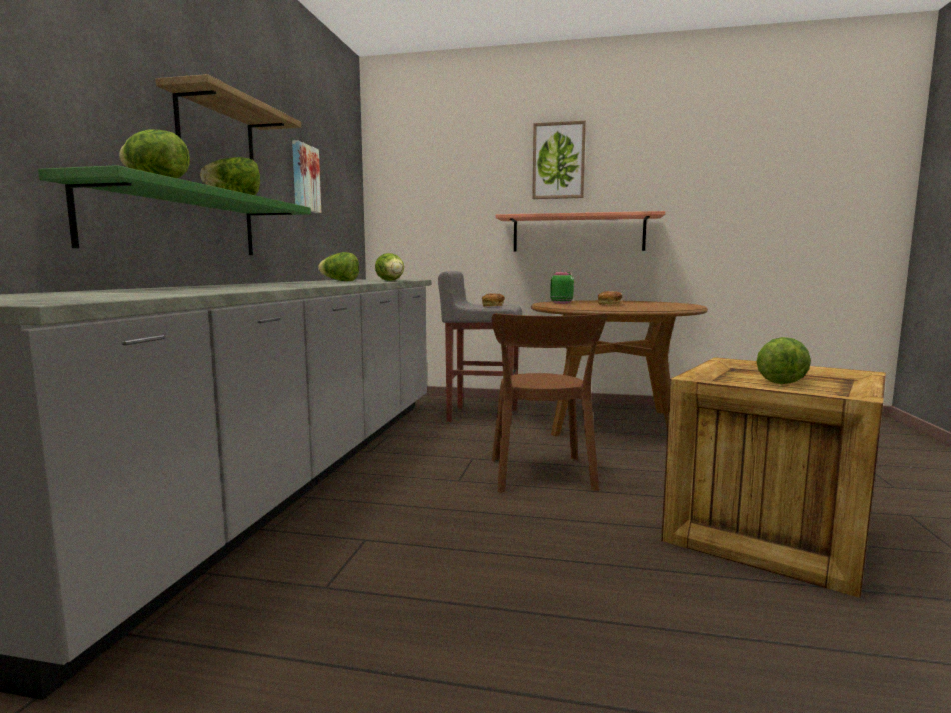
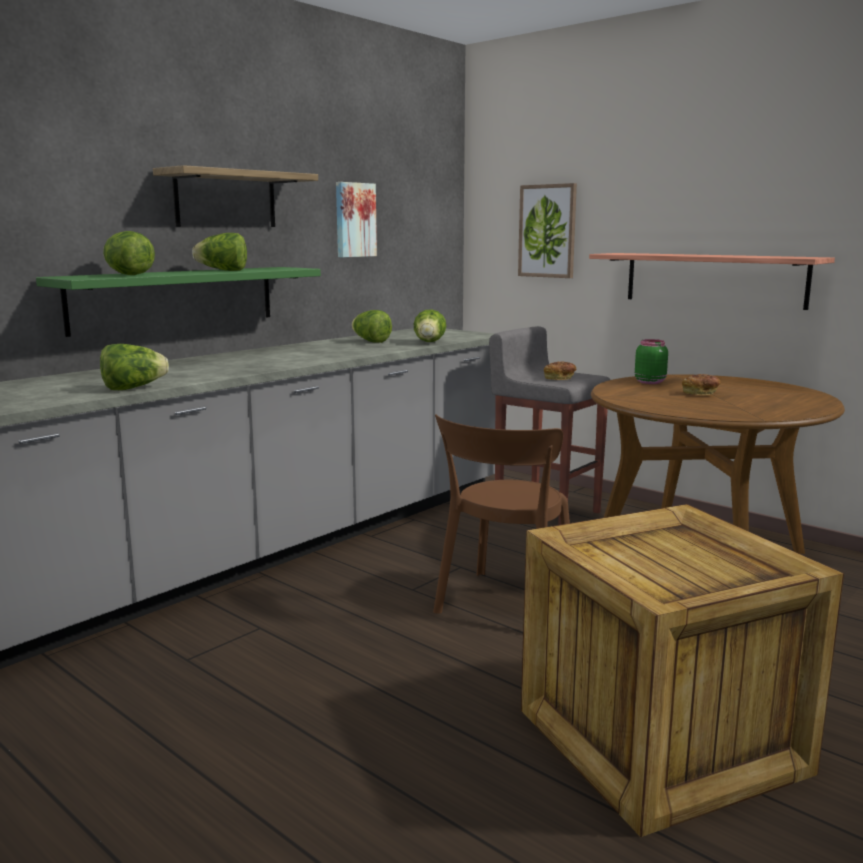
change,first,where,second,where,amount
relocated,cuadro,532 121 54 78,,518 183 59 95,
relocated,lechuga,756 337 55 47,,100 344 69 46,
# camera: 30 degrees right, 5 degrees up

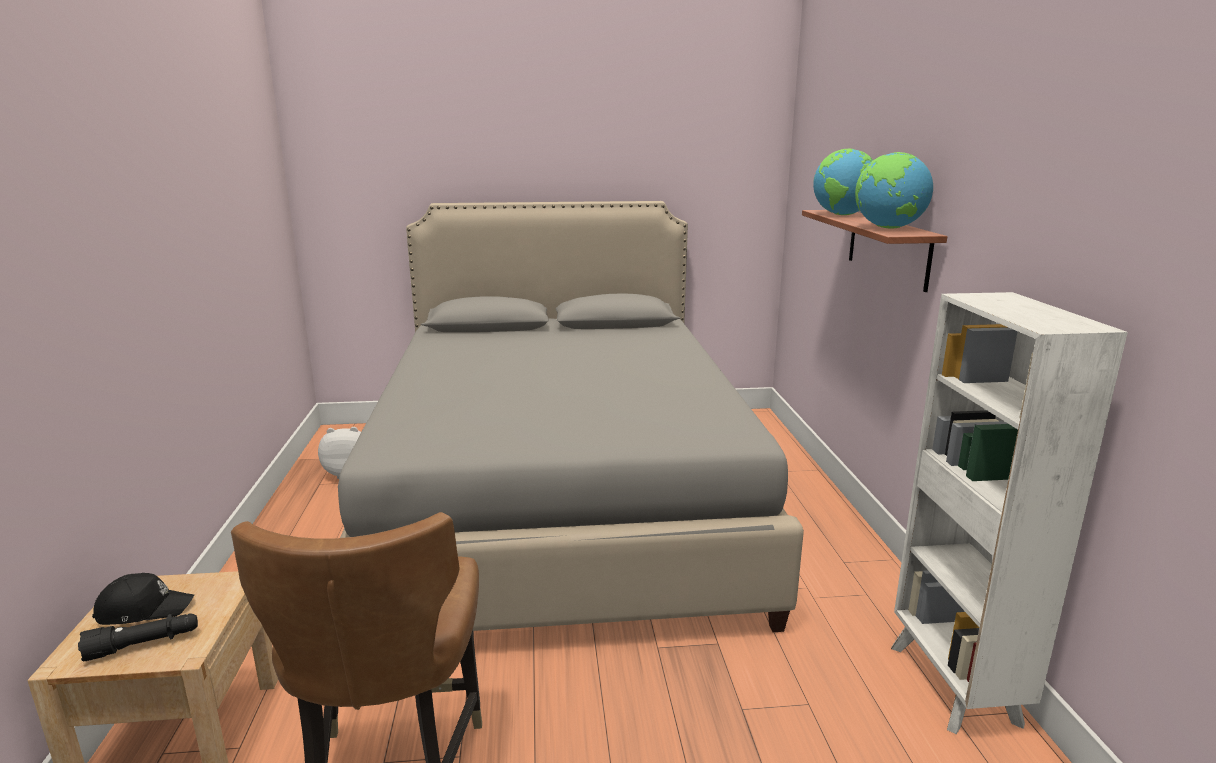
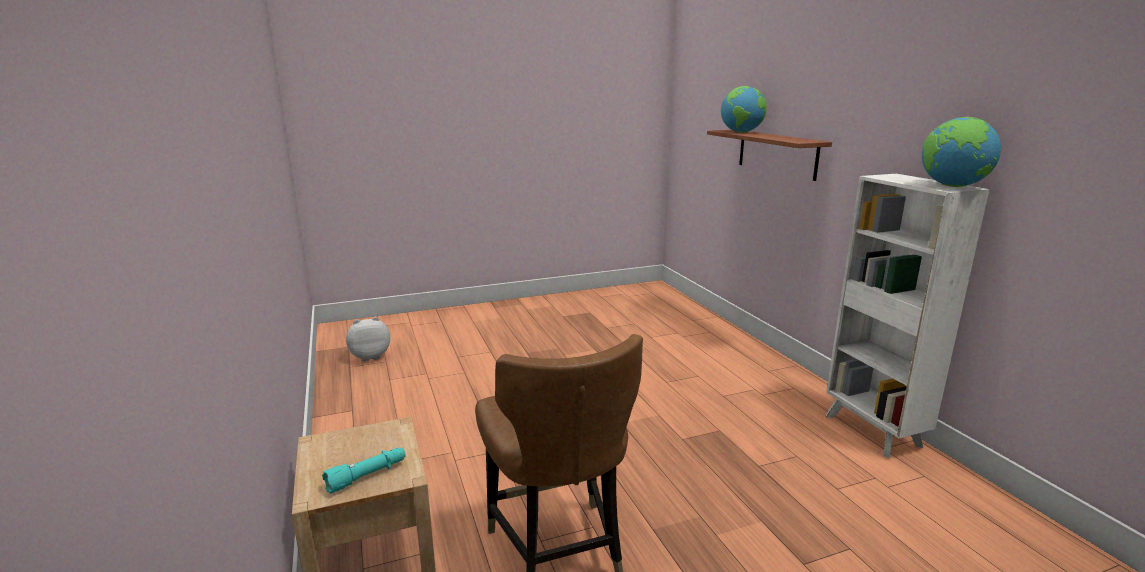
change,first,where,second,where,amount
missing,gorra/negro,92 573 102 52,,,
missing,cama/gris,338 201 466 431,,,
relocated,globo terráqueo,855 152 78 76,,922 117 79 70,
colour,linterna/negro,78 613 120 48,linterna/turquesa,322 448 83 46,
# camera: 15 degrees left, 0 degrees up

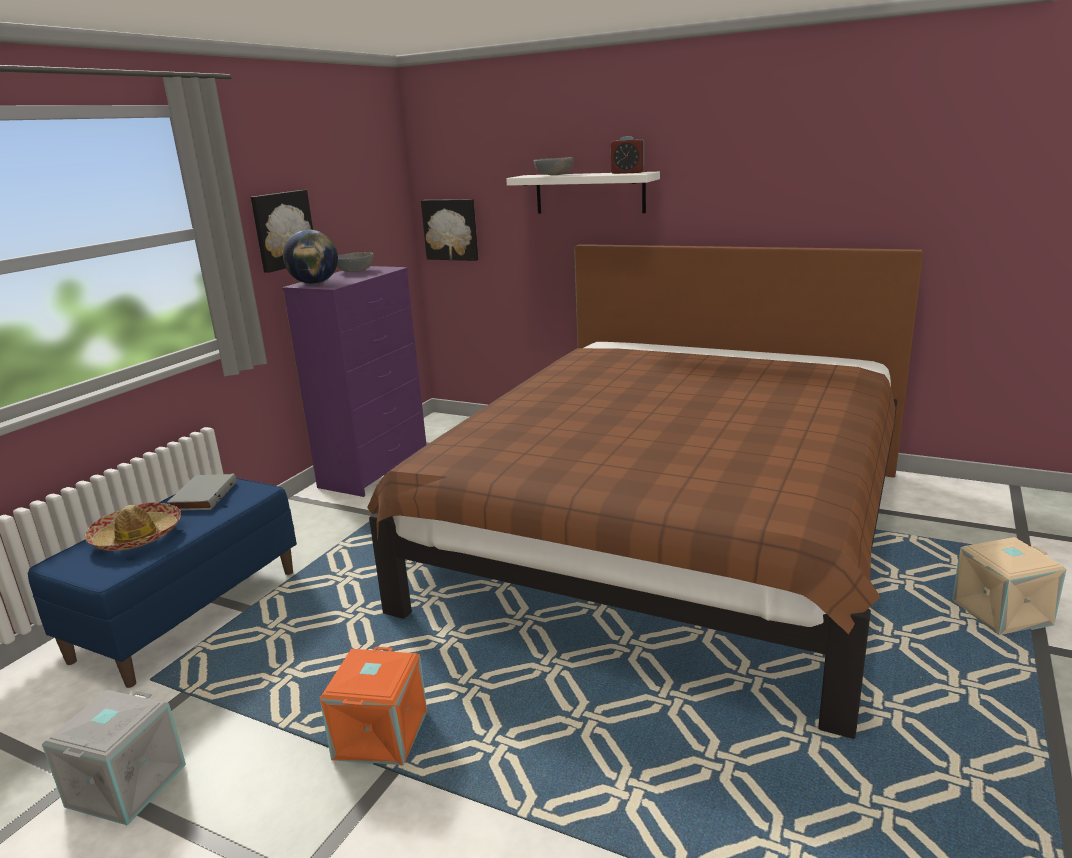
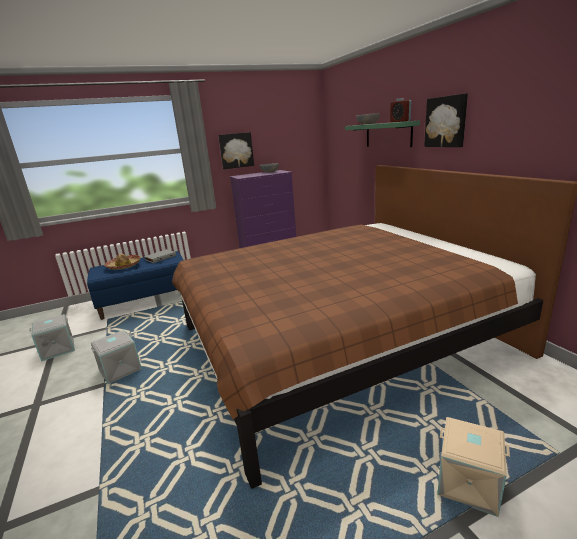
change,first,where,second,where,amount
missing,globo terráqueo,283 230 55 54,,,
relocated,cuadro,421 199 57 62,,424 93 44 54,
colour,caja de almacenaje/naranja,320 647 107 119,caja de almacenaje/gris,91 330 51 54,
colour,estante/blanco,506 172 154 42,estante/verde,345 120 75 27,
# camera: 40 degrees right, 0 degrees up

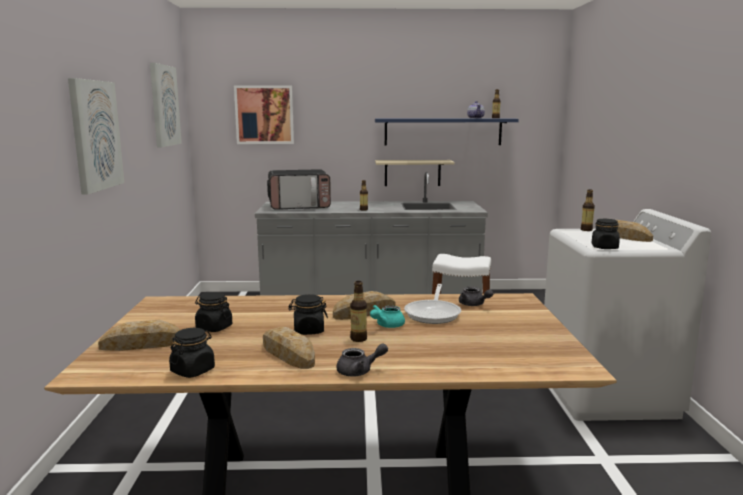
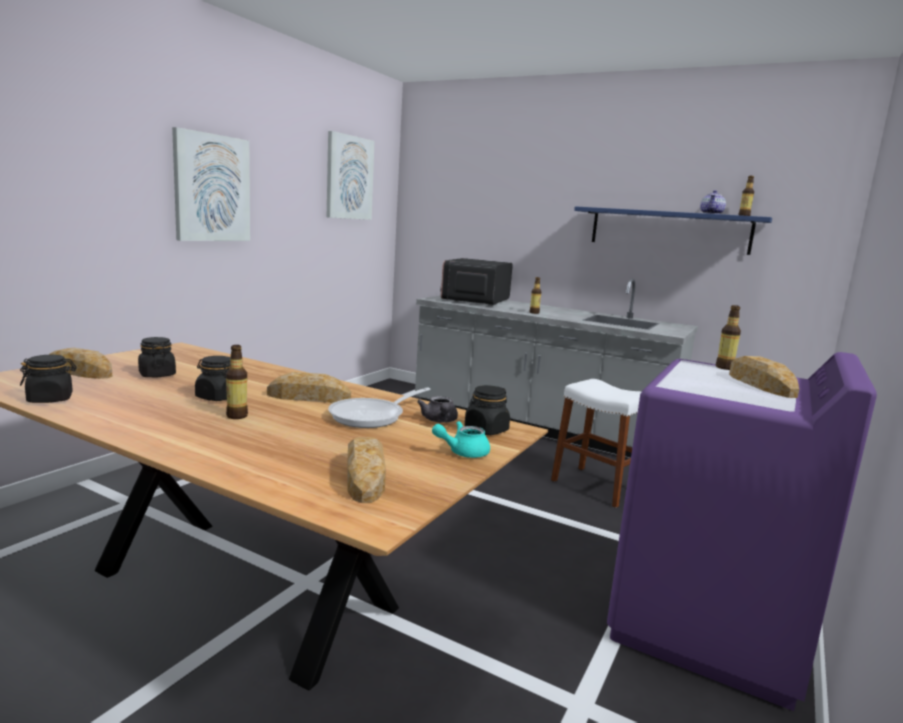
change,first,where,second,where,amount
missing,cuadro,234 85 60 59,,,
missing,tetera/gris,336 344 52 33,,,
missing,estante/beis,375 160 80 26,,,
relocated,pan,263 327 52 42,,347 437 39 66,
relocated,tetera/turquesa,370 305 35 23,,432 421 58 37,
relocated,tarro/negro,592 219 28 30,,465 385 45 50,
colour,lavadora/blanco,544 209 167 212,lavadora/morado,607 352 270 359,
spun,microondas,267 169 64 41,,440 258 72 48,90 degrees clockwise
# camera: 30 degrees right, 0 degrees up

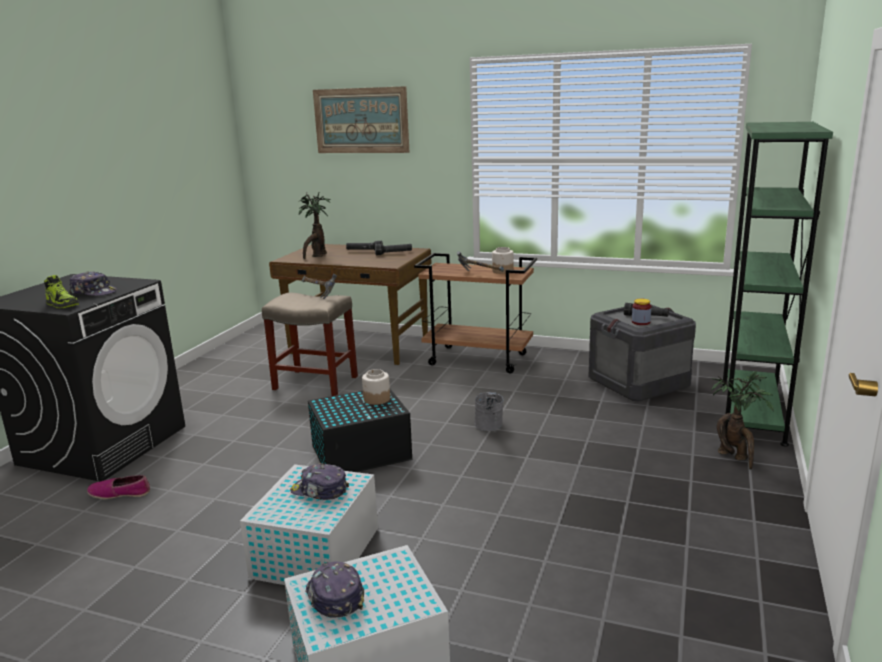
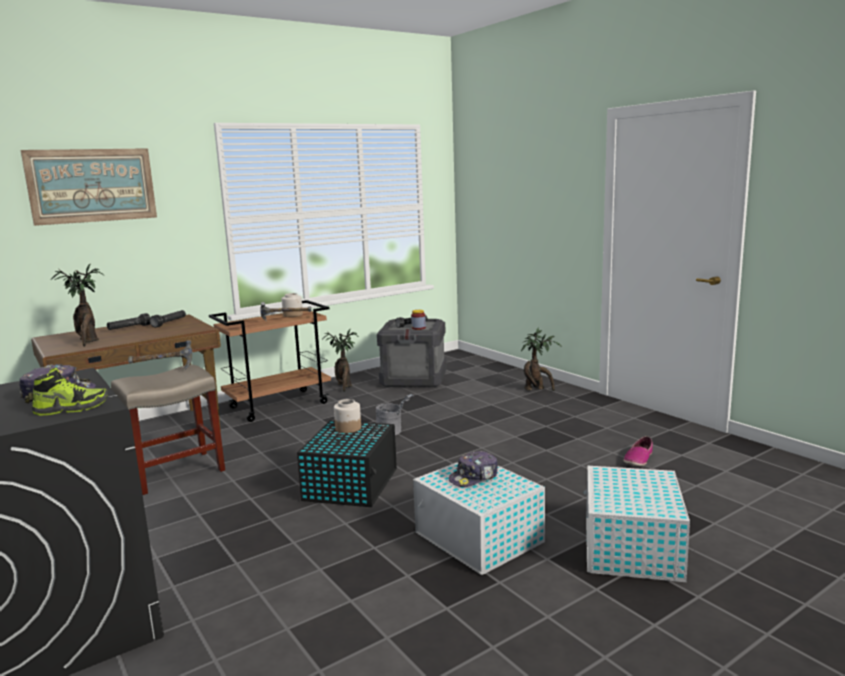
change,first,where,second,where,amount
missing,gorra,305 562 59 56,,,
missing,estantería/verde,721 122 112 325,,,
appeared,,,planta en maceta,322 329 37 63,
relocated,zapato,87 475 63 24,,624 436 29 30,
# camera: 55 degrees left, 5 degrees down

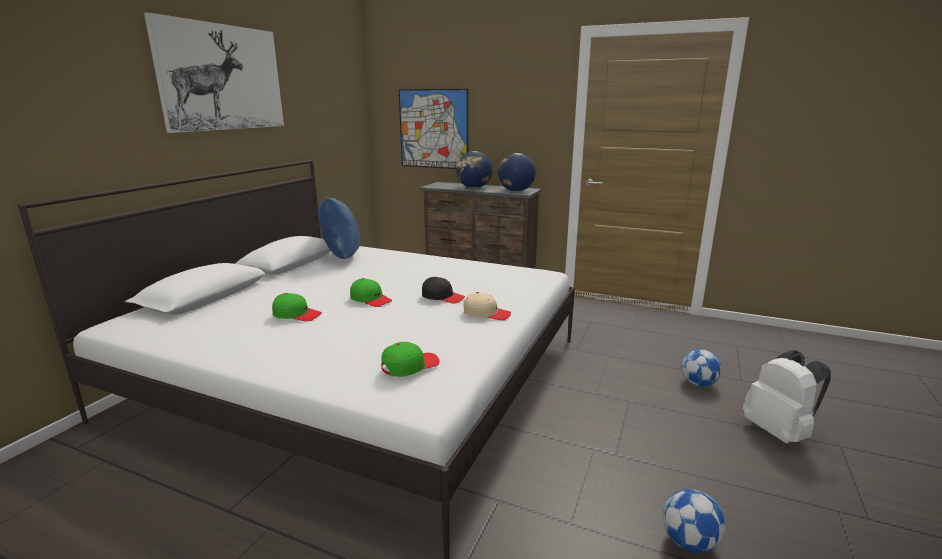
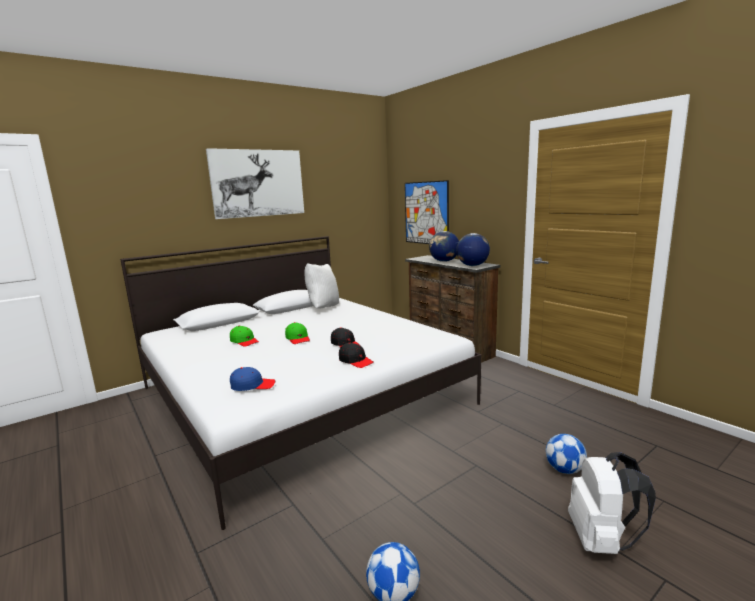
change,first,where,second,where,amount
colour,cojín/azul,318 197 42 62,cojín/blanco,304 263 35 46,
colour,gorra/verde,381 342 59 35,gorra/azul,230 367 45 24,
colour,gorra/beis,464 292 47 28,gorra/negro,339 343 35 25,
# camera: 30 degrees right, 5 degrees down

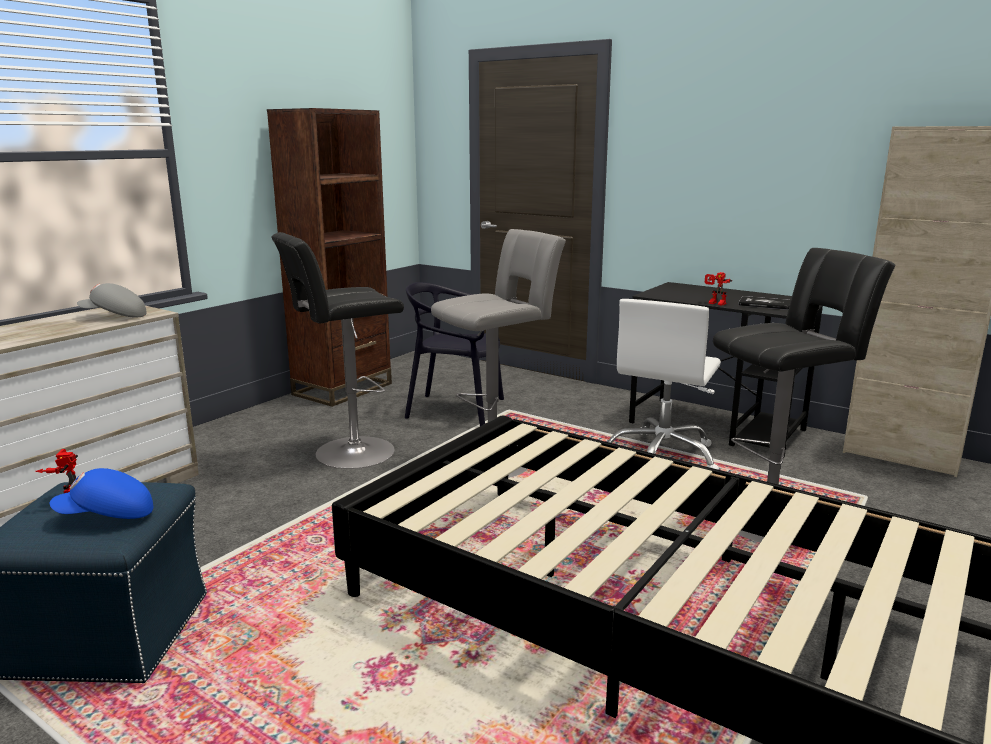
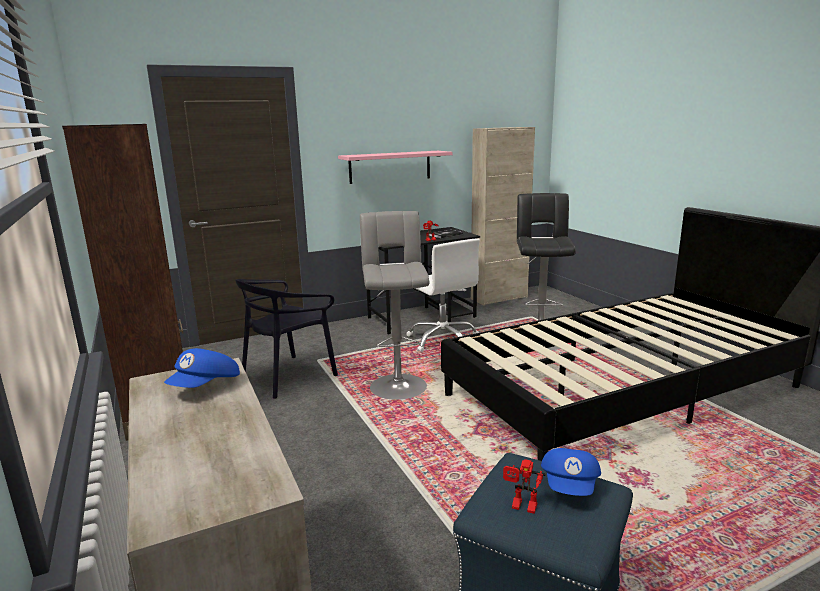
change,first,where,second,where,amount
missing,taburete/negro,271 232 133 237,,,
appeared,,,estante/rosa,338 151 115 33,
colour,gorra/gris,77 283 70 35,gorra/azul,164 348 76 40,
# camera: 60 degrees left, 0 degrees up

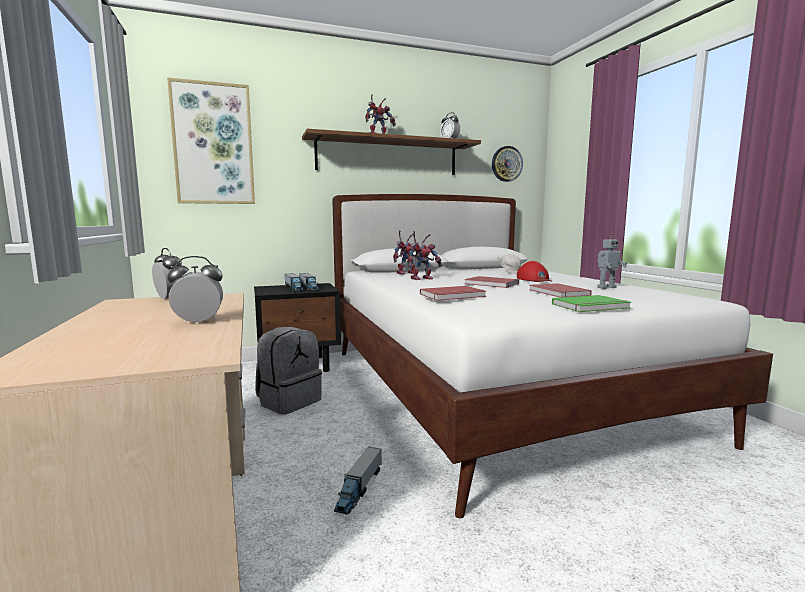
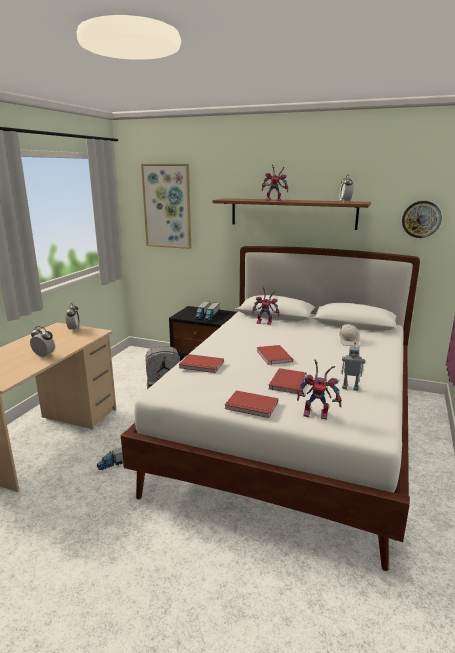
change,first,where,second,where,amount
missing,gorra/rojo,517 261 35 21,,,
relocated,robot de juguete,407 231 35 49,,297 359 45 61,
colour,libro/verde,552 295 79 17,libro/rojo,225 390 53 28,
# camera: 40 degrees right, 10 degrees up

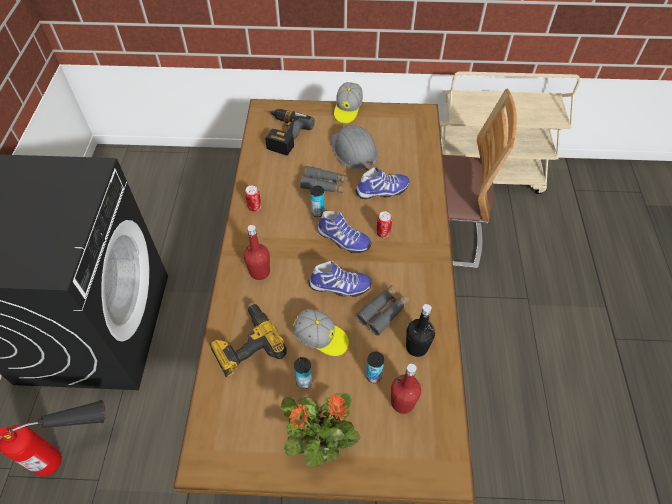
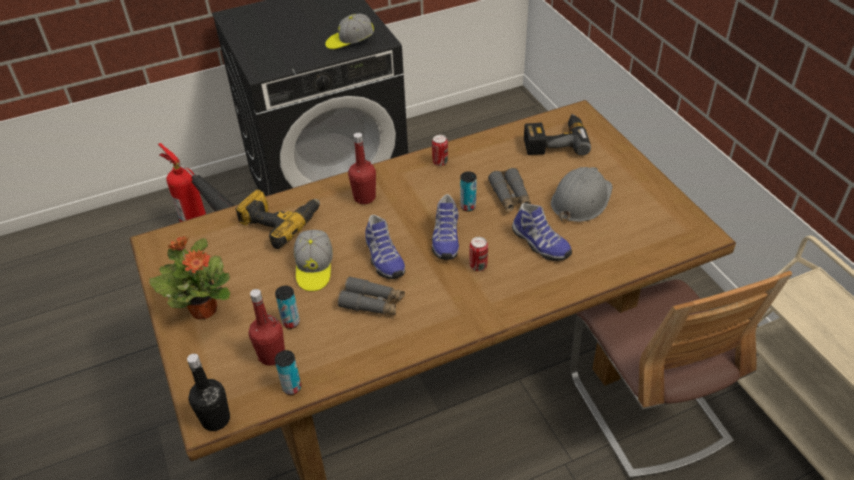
change,first,where,second,where,amount
relocated,lata,294 357 18 32,,275 350 26 45,
relocated,gorra,334 82 29 41,,325 14 49 35,
relocated,botella/negro,406 304 29 53,,187 354 43 77,
# camera: 65 degrees right, 10 degrees down

